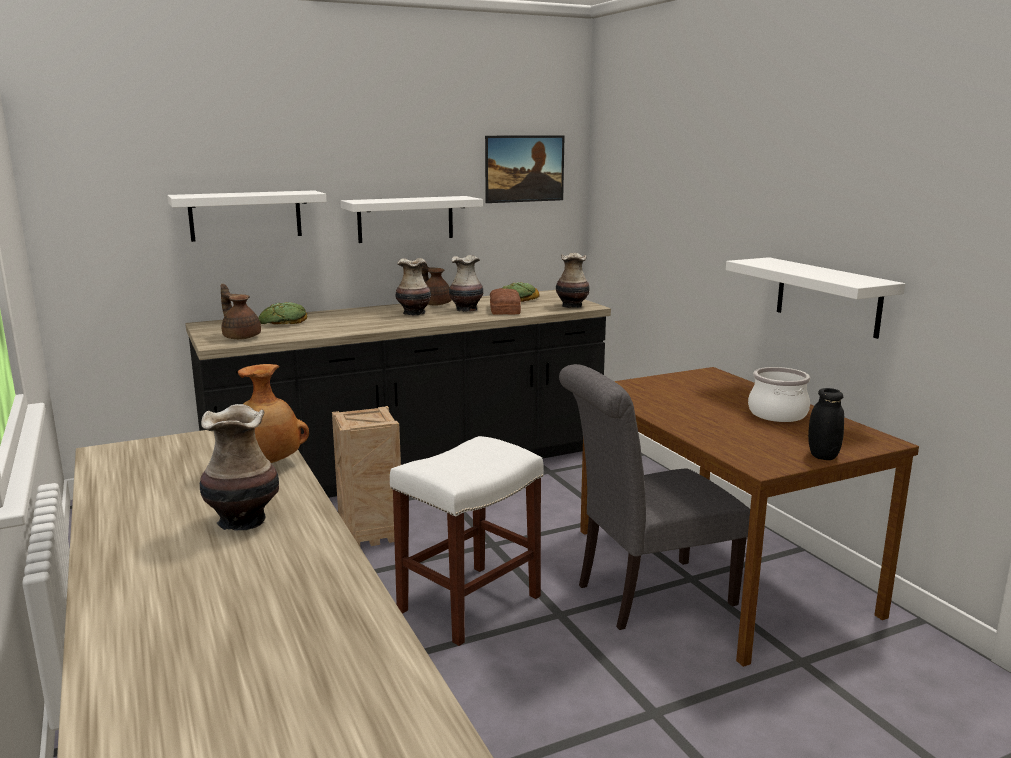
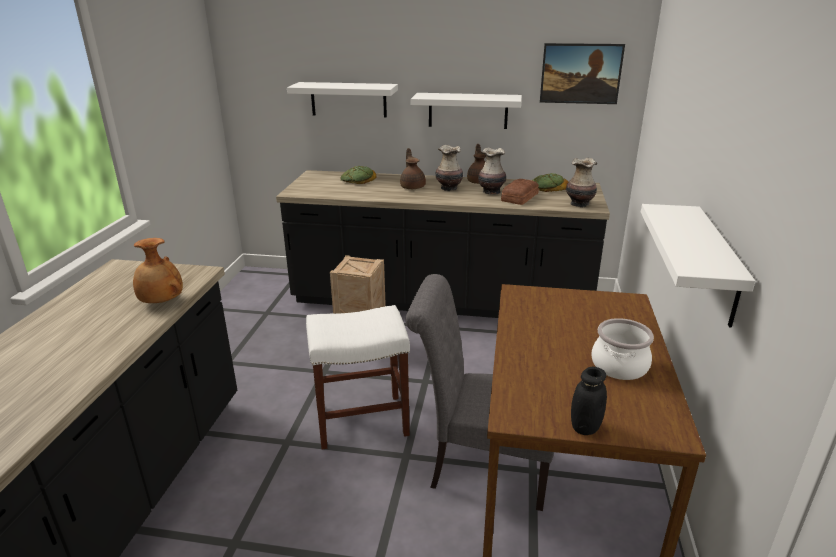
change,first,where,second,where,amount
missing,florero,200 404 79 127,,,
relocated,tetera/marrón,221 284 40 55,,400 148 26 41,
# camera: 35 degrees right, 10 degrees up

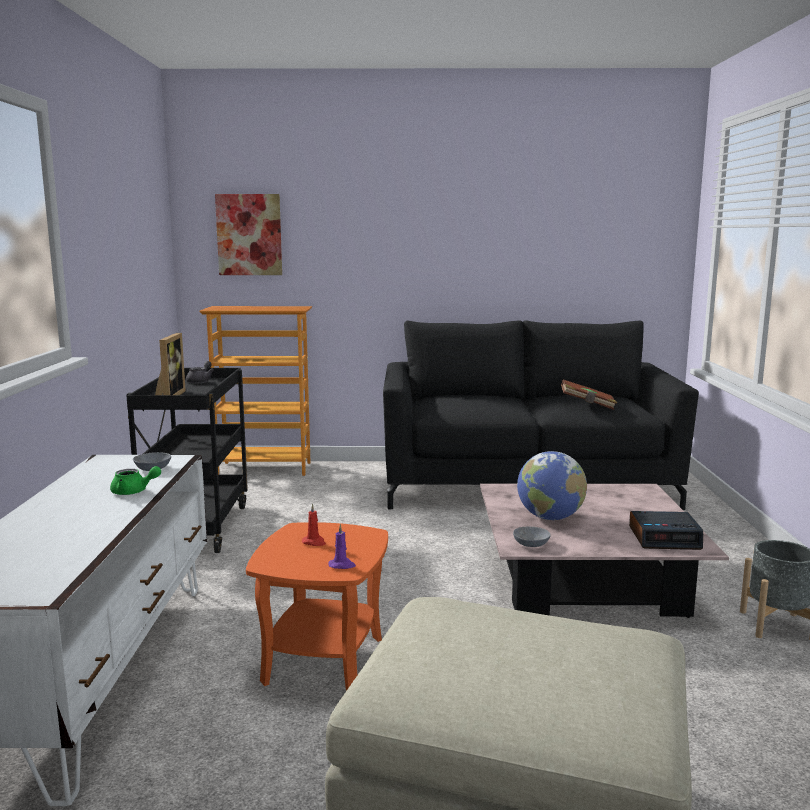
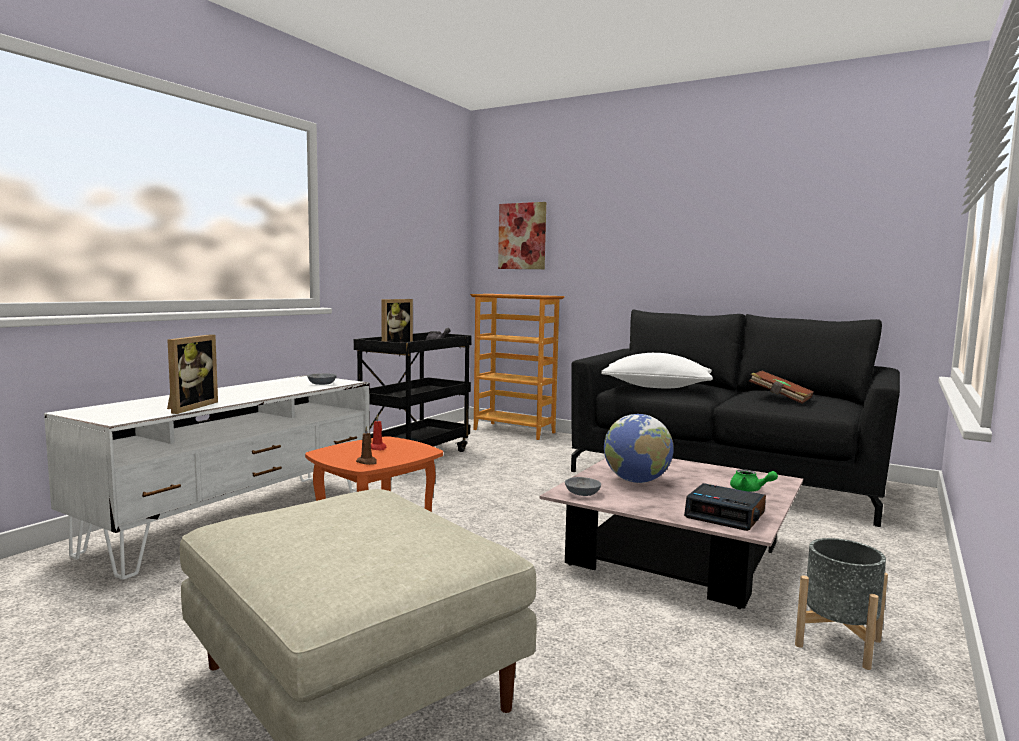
change,first,where,second,where,amount
appeared,,,portarretratos,167 334 51 80,
appeared,,,cojín/blanco,601 353 112 35,
relocated,tetera/verde,110 466 51 29,,730 469 48 23,
colour,vela/morado,328 524 28 45,vela/marrón,356 426 21 39,
# camera: 30 degrees right, 5 degrees down

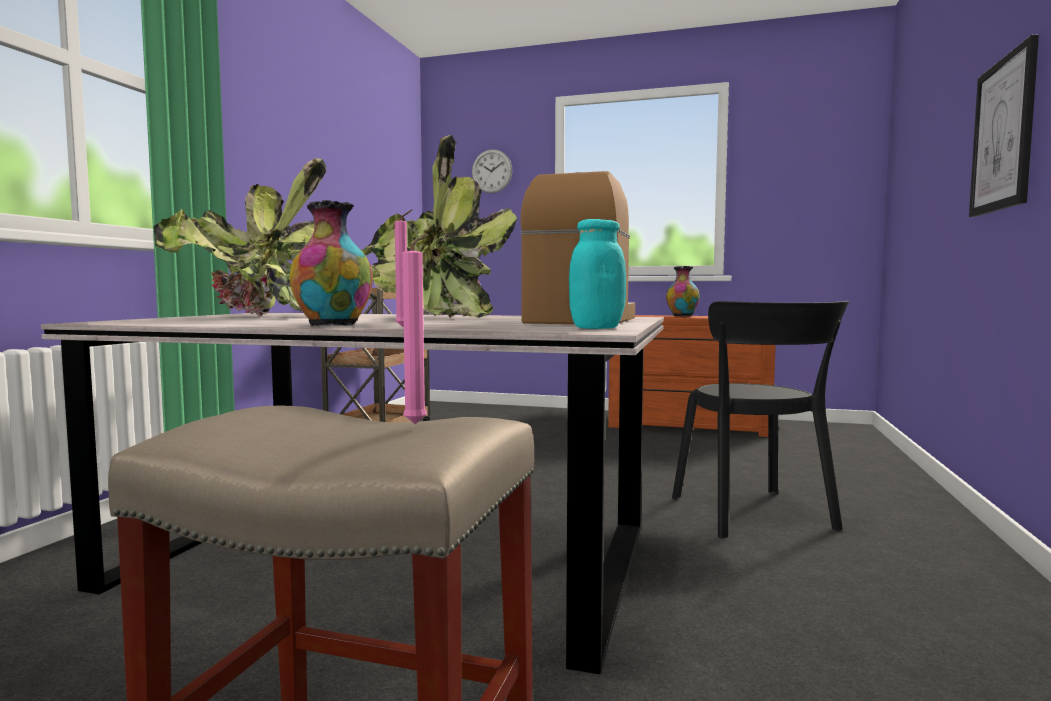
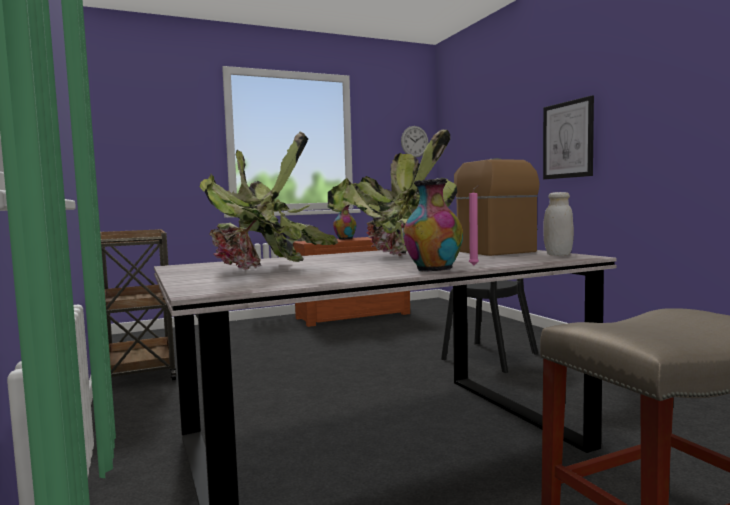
change,first,where,second,where,amount
missing,vela/rosa,402 234 26 190,,,
relocated,reloj de pared,472 149 40 44,,401 126 27 32,
colour,tarro/turquesa,569 219 57 110,tarro/blanco,543 192 31 64,
# camera: 40 degrees left, 0 degrees up

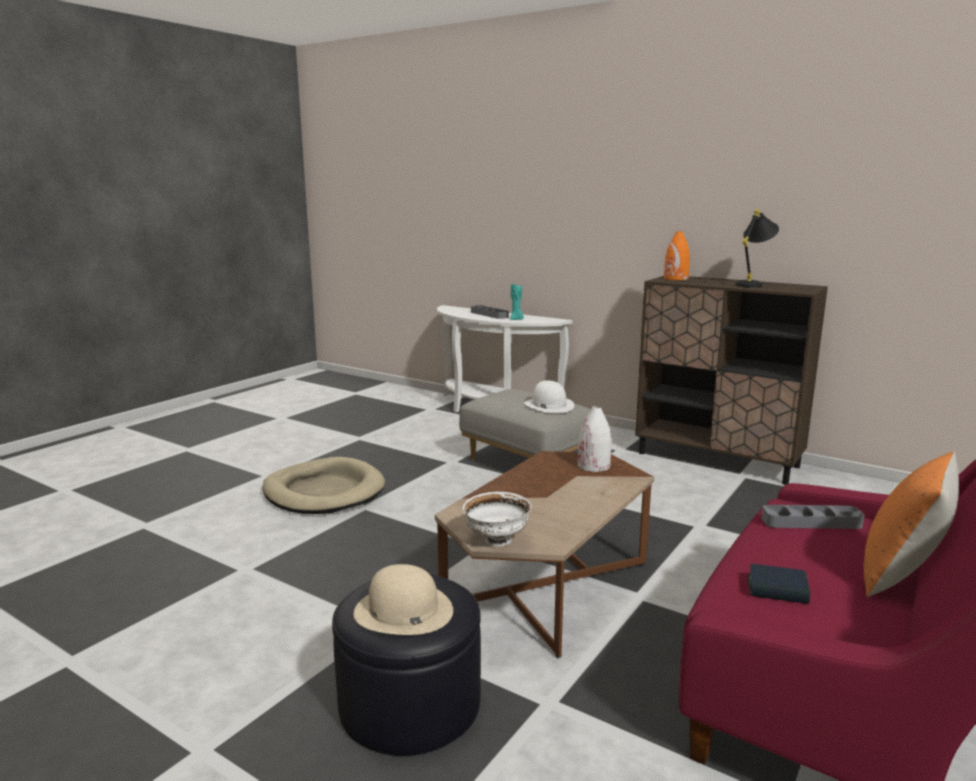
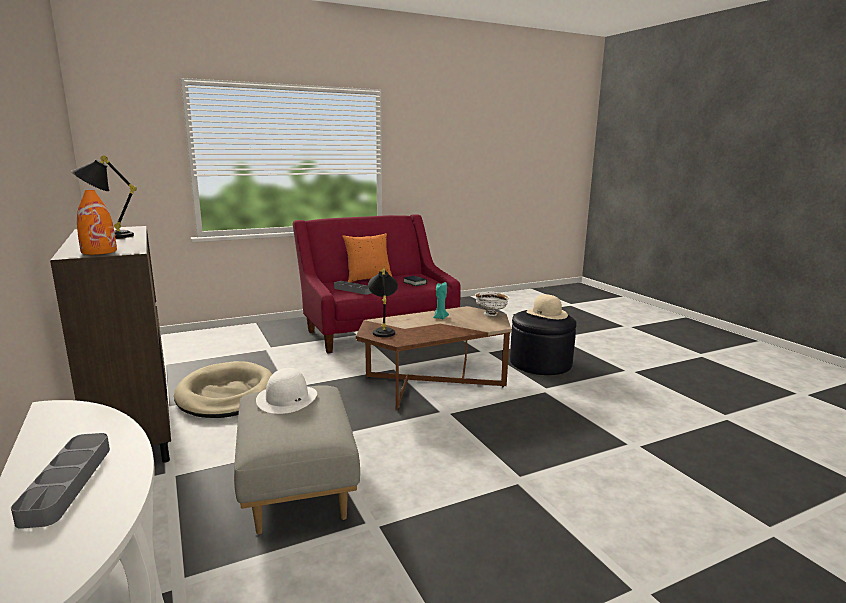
change,first,where,second,where,amount
relocated,cama para perro/beis,262 457 123 57,,174 361 98 57,
relocated,vela/turquesa,510 283 14 37,,433 282 16 37,
exchanged,florero/blanco,578 406 33 66,lámpara de mesa/negro,368 269 30 68,
# camera: 150 degrees left, 0 degrees up

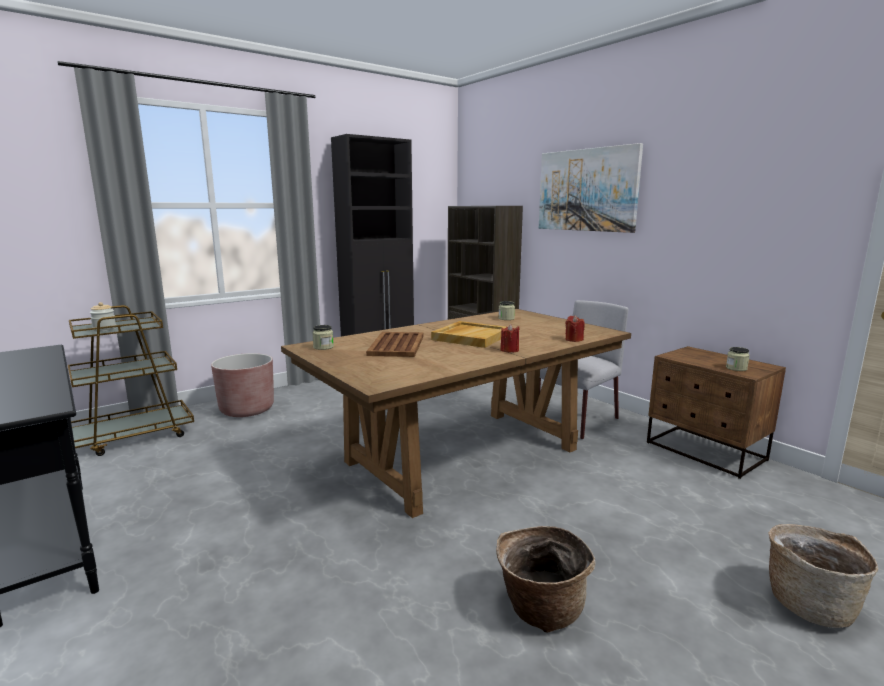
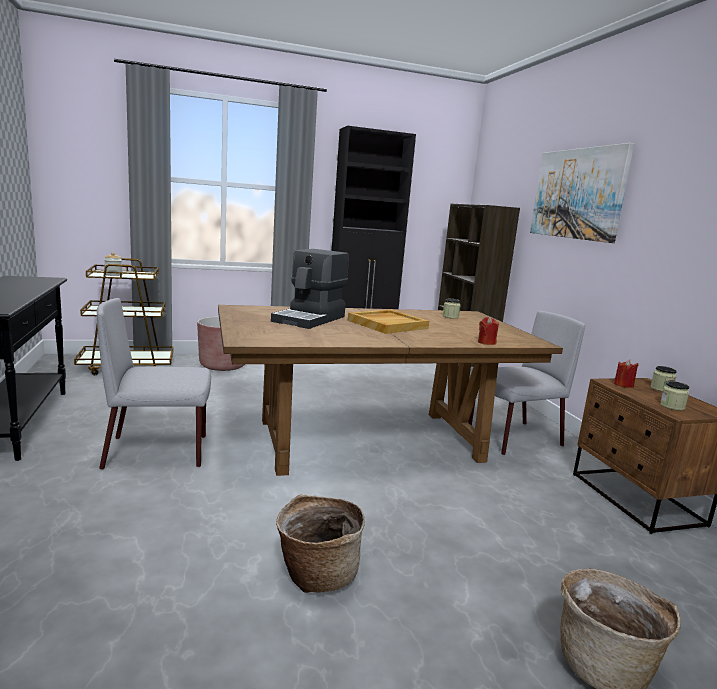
change,first,where,second,where,amount
appeared,,,silla/gris,97 298 114 172,
relocated,tarro,312 325 22 25,,650 366 27 26,
relocated,vela/rojo,501 324 19 29,,614 360 24 28,
exchanged,bandeja/marrón,366 332 58 25,cafetera,271 249 78 80,
# camera: 20 degrees right, 0 degrees up

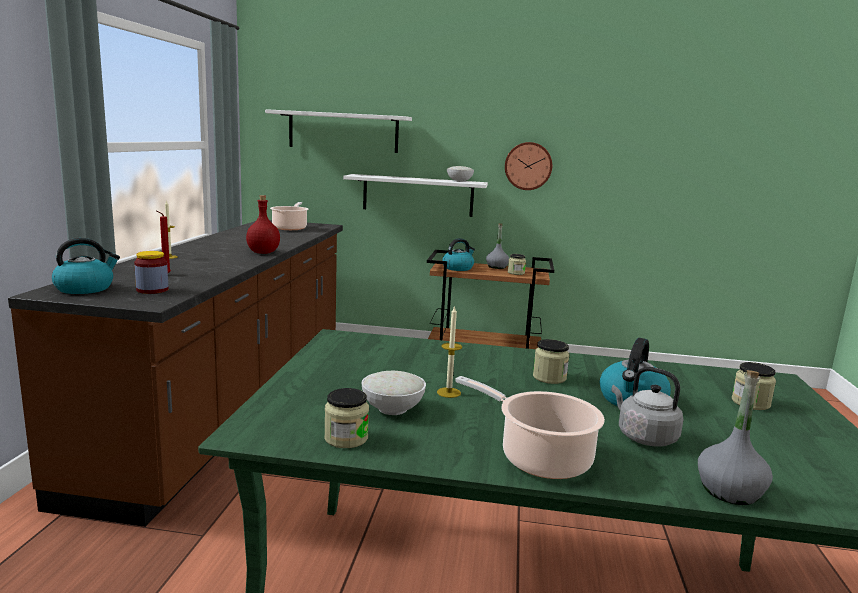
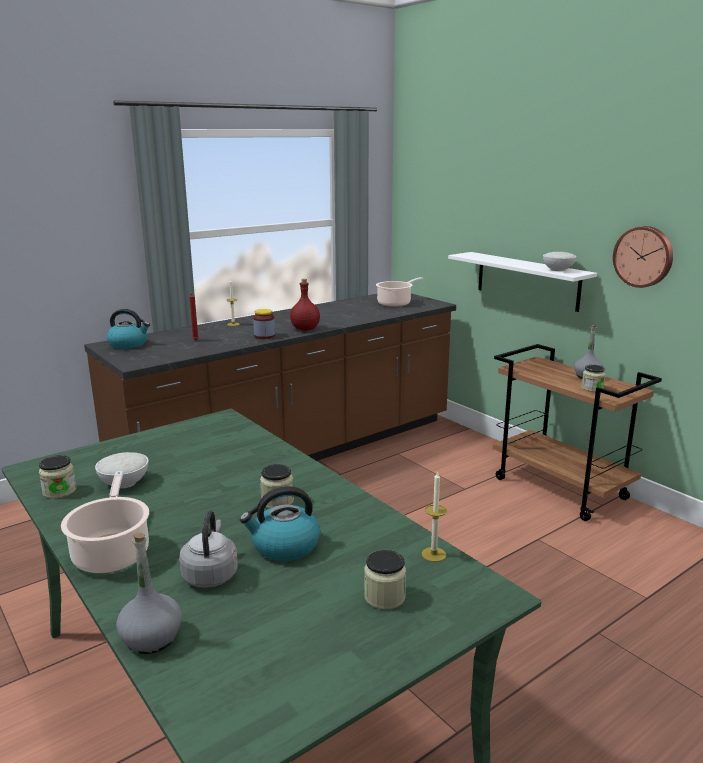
change,first,where,second,where,amount
missing,estante/blanco,265 109 147 44,,,
missing,hervidor,442 238 33 33,,,
relocated,tarro,134 251 34 43,,253 309 22 30,
relocated,vela,437 305 25 93,,422 471 25 91,
# camera: 45 degrees right, 5 degrees up

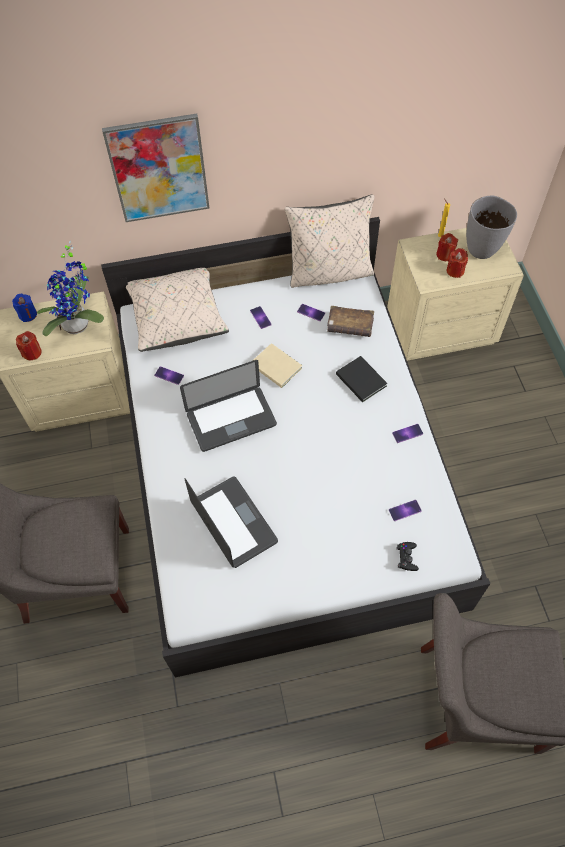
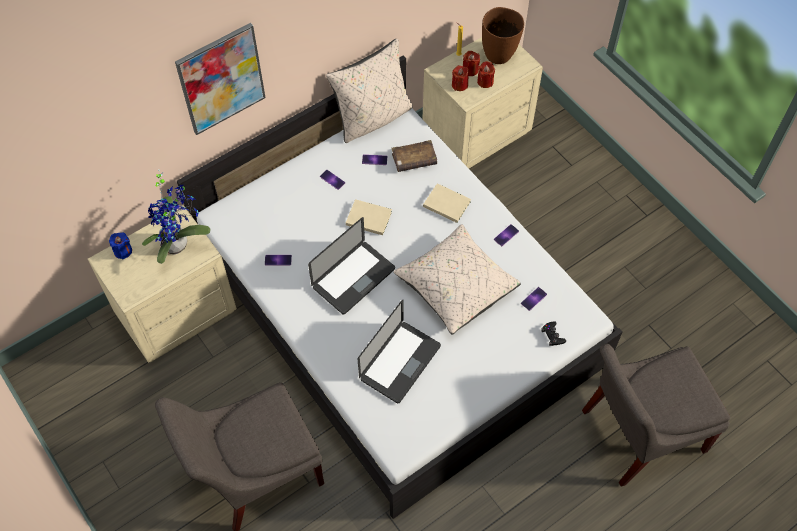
change,first,where,second,where,amount
relocated,vela/rojo,16 331 26 29,,452 65 17 26,
relocated,cojín/beis,126 268 103 84,,394 224 127 110,
colour,libro/negro,336 356 52 46,libro/beis,423 183 48 40,
colour,florero/gris,466 196 51 63,florero/marrón,482 7 42 57,
spun,portátil,185 476 93 92,,358 300 83 103,90 degrees clockwise
# camera: 25 degrees left, 0 degrees up

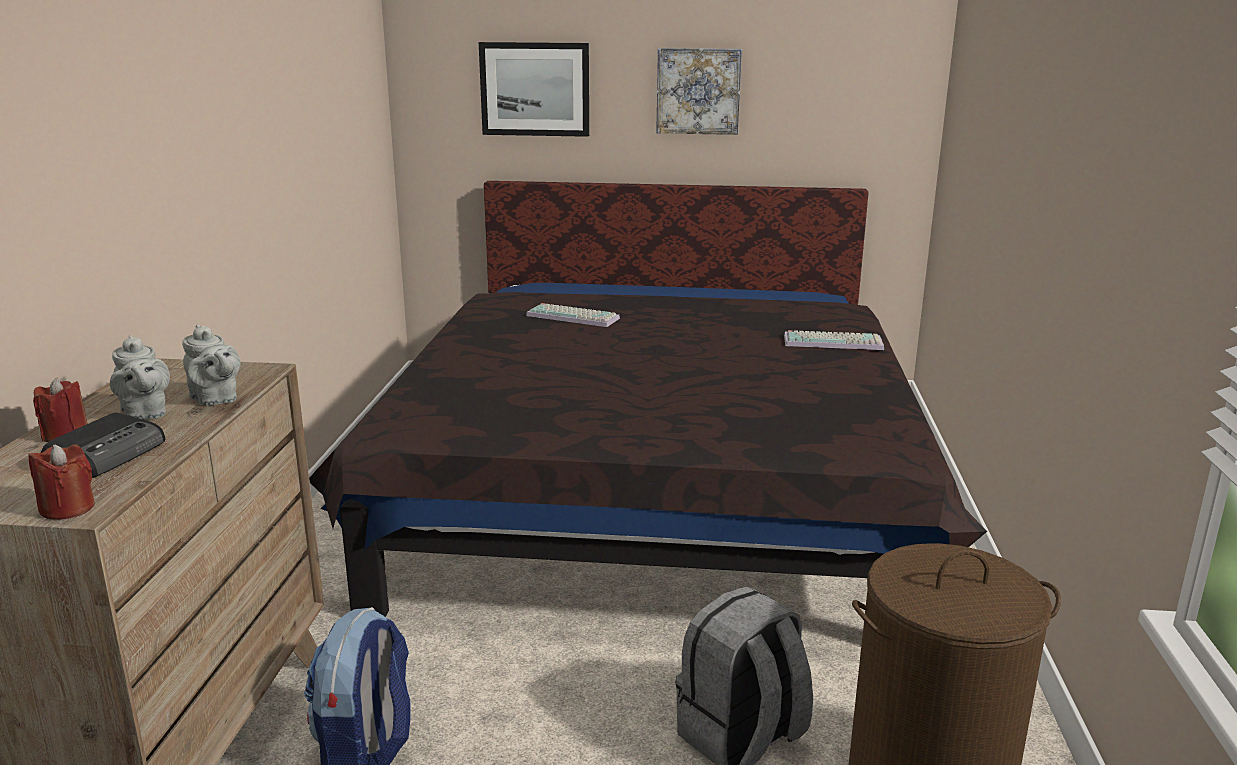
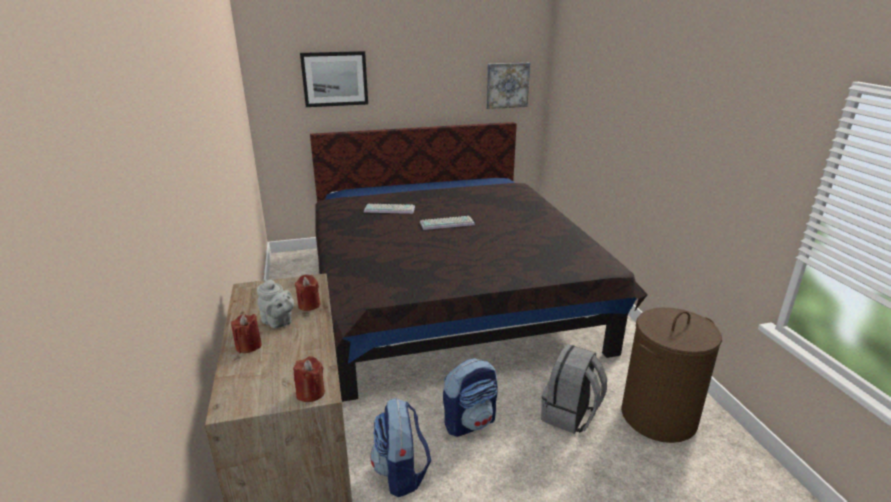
change,first,where,second,where,amount
missing,radio,41 413 124 65,,,
appeared,,,mochila,443 358 55 79,
relocated,cuadro,656 48 86 87,,486 63 44 46,
relocated,teclado,784 330 100 20,,420 216 55 14,
exchanged,tetera/gris,182 324 59 82,vela/rojo,295 274 25 37,
# camera: 20 degrees left, 5 degrees up

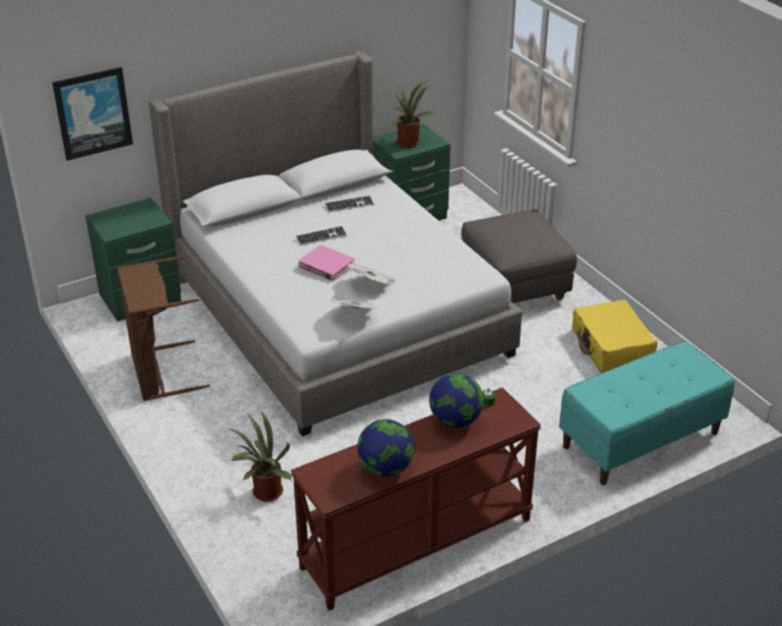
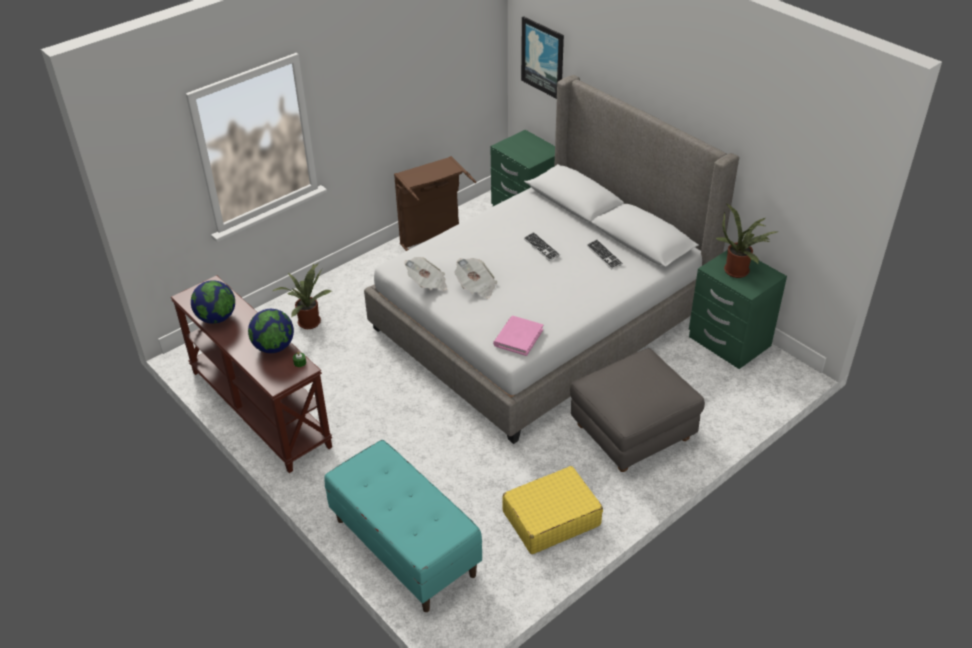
change,first,where,second,where,amount
relocated,libro/rosa,298 245 57 36,,493 316 50 40,
# camera: 80 degrees right, 5 degrees up

